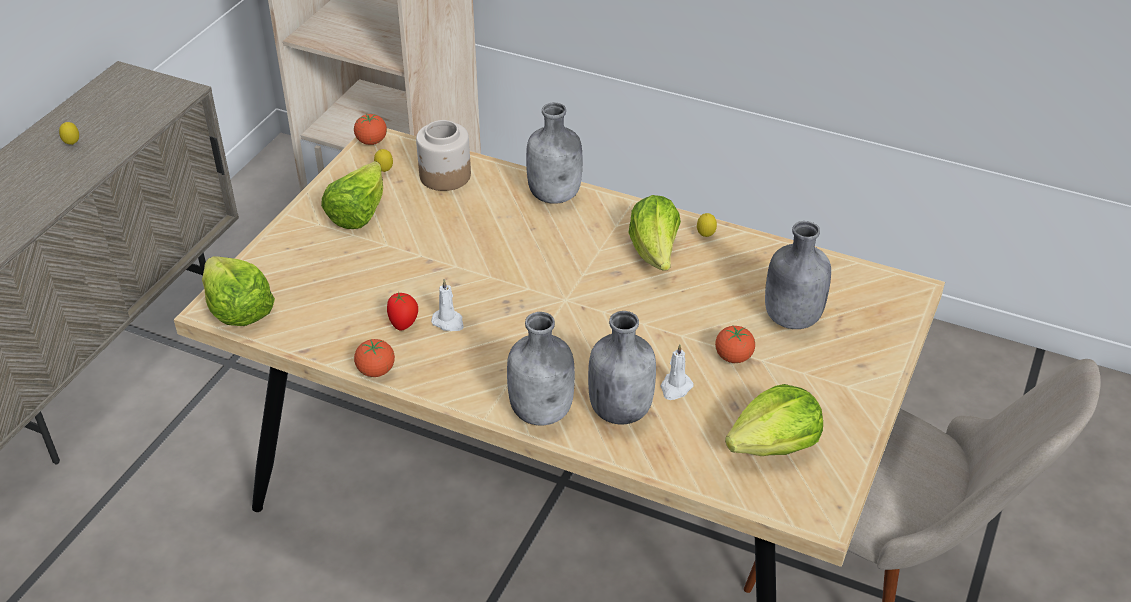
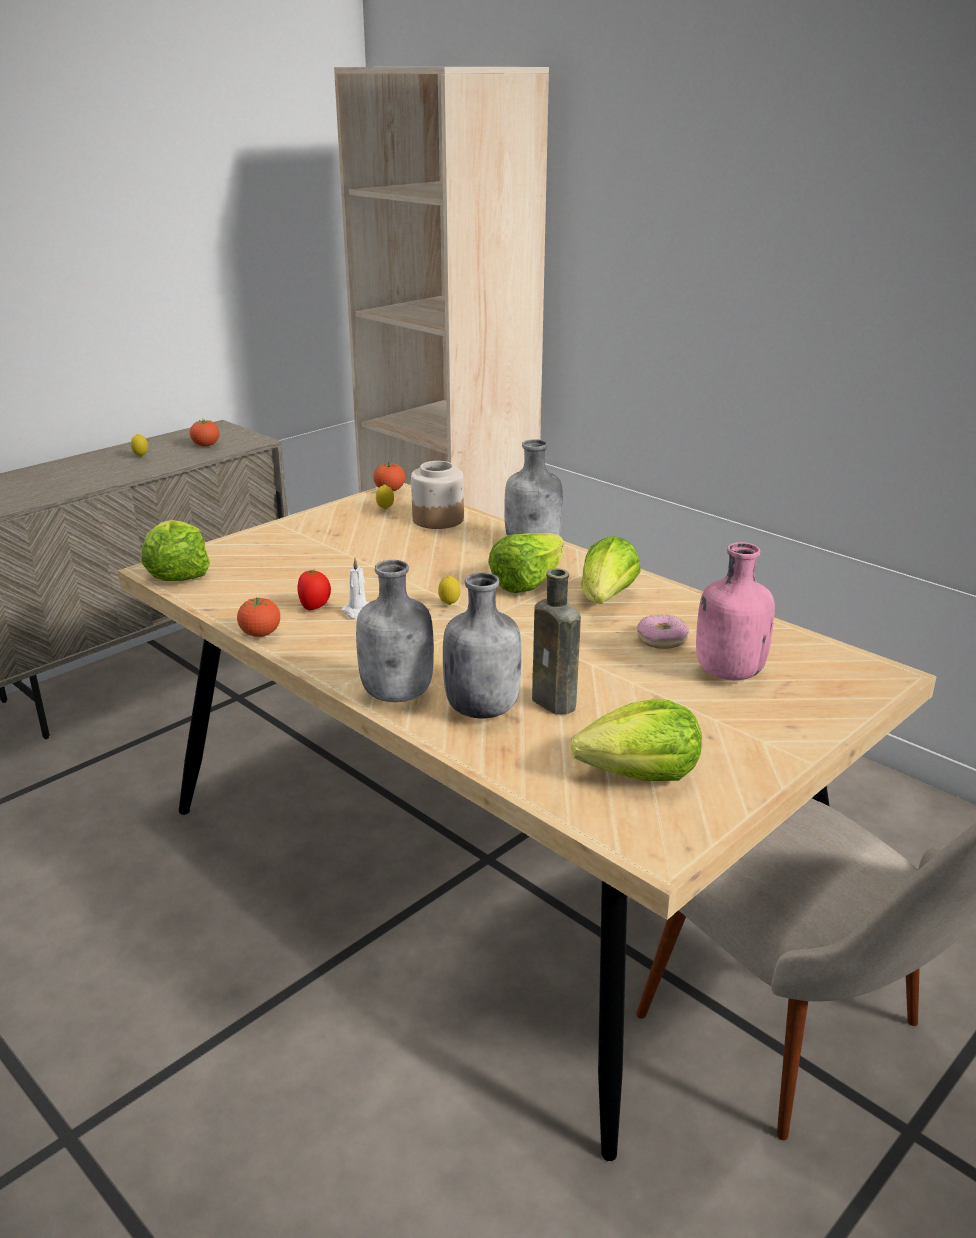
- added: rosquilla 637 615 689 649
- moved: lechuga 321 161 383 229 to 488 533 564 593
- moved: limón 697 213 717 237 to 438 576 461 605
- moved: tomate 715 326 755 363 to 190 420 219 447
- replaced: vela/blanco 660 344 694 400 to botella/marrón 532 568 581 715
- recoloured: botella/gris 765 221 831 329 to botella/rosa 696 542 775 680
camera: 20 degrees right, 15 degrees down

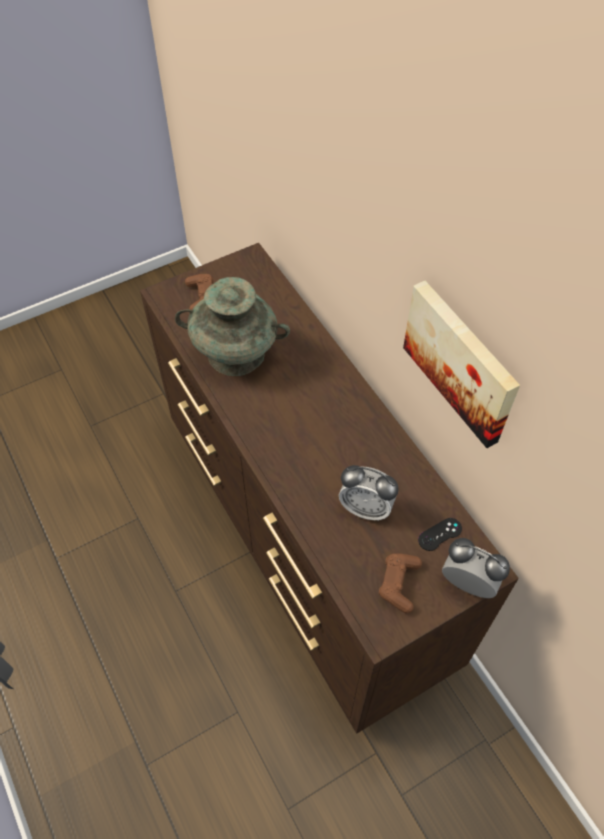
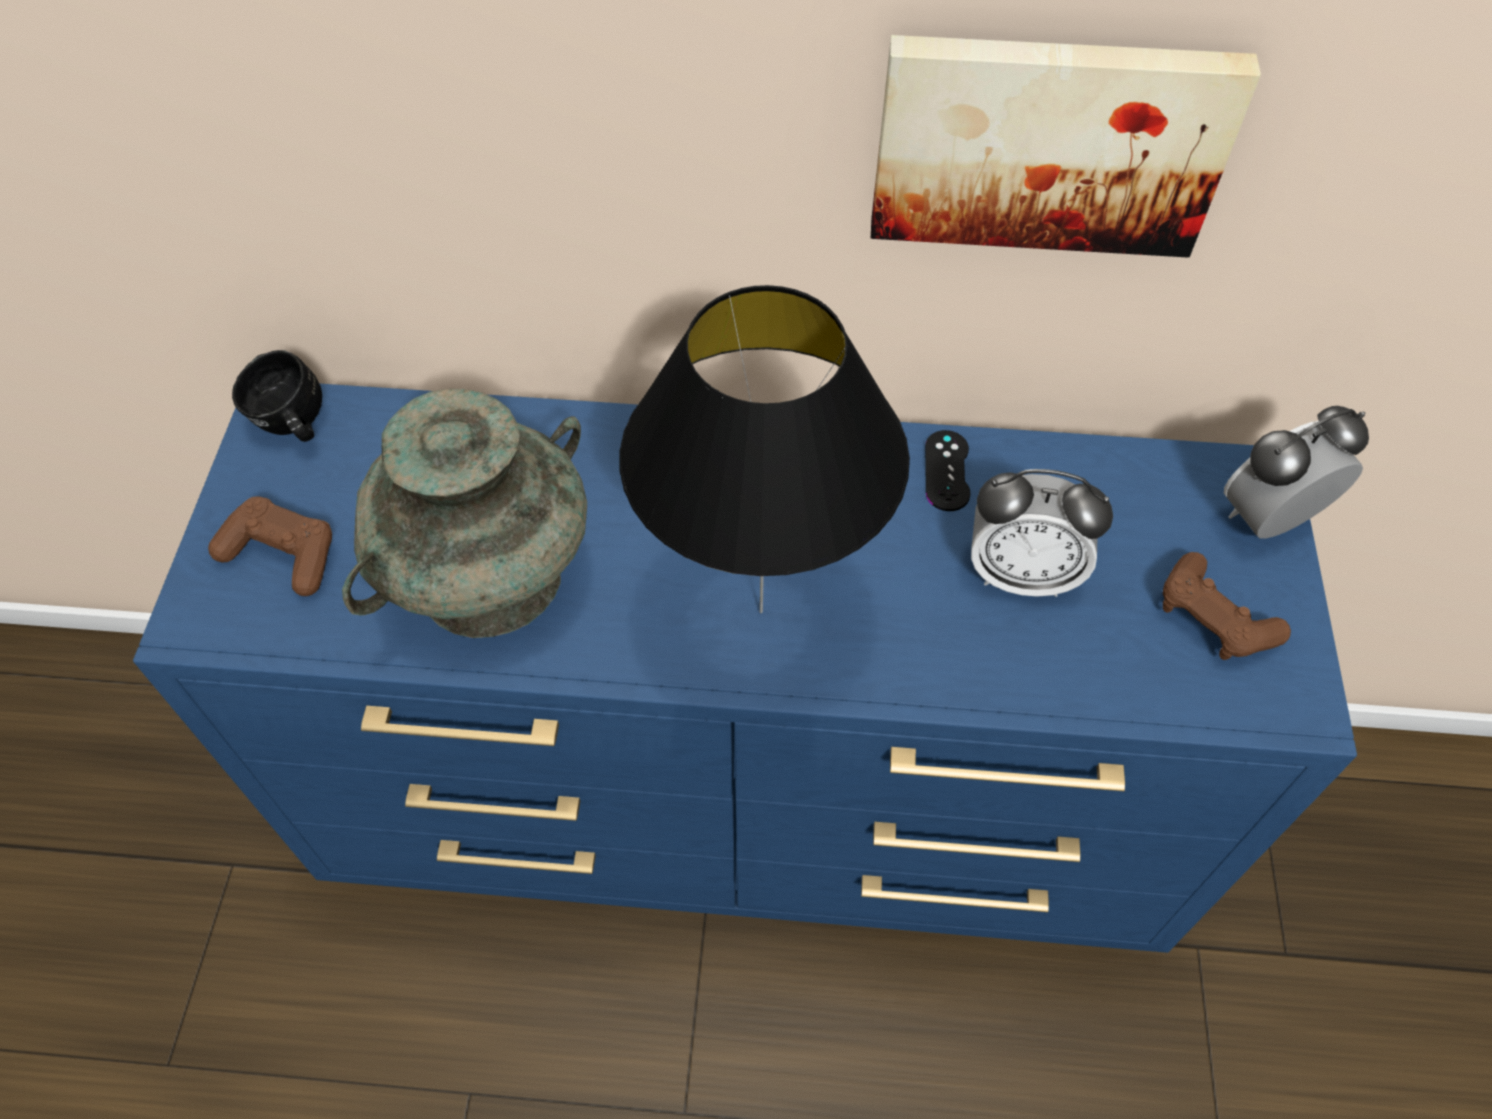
- added: taza grande/negro 232 350 322 442
- added: lámpara de mesa/negro 619 285 910 613
- moved: mando de consola/negro 418 518 462 551 to 925 430 970 511
- recoloured: cómoda/marrón 140 243 519 733 to cómoda/azul 133 383 1357 953
- turned: despertador 339 465 399 521 = 971 469 1113 597 45 degrees clockwise
camera: 55 degrees left, 0 degrees up

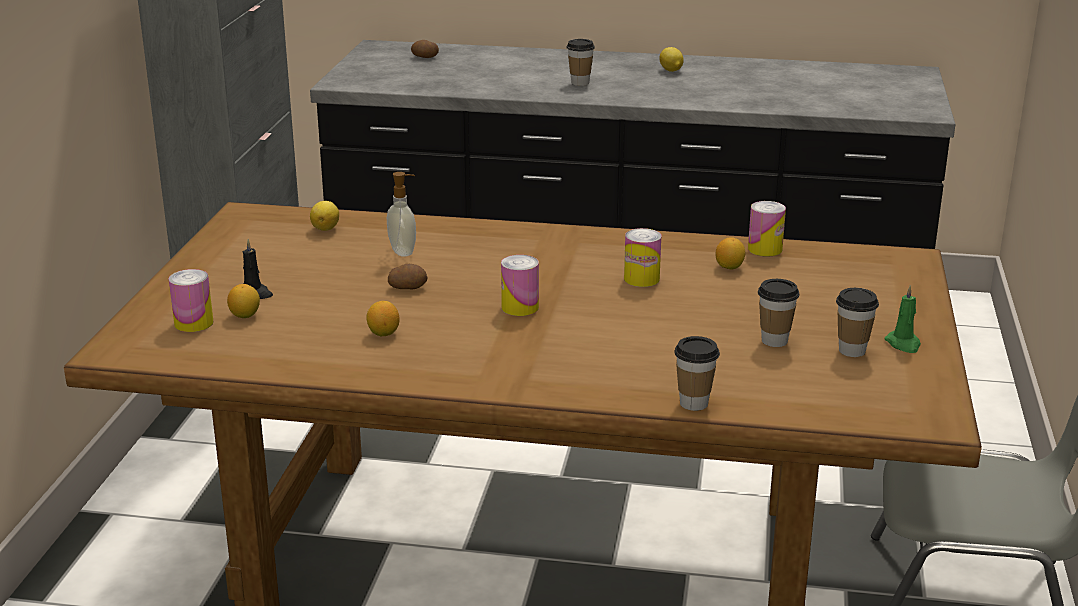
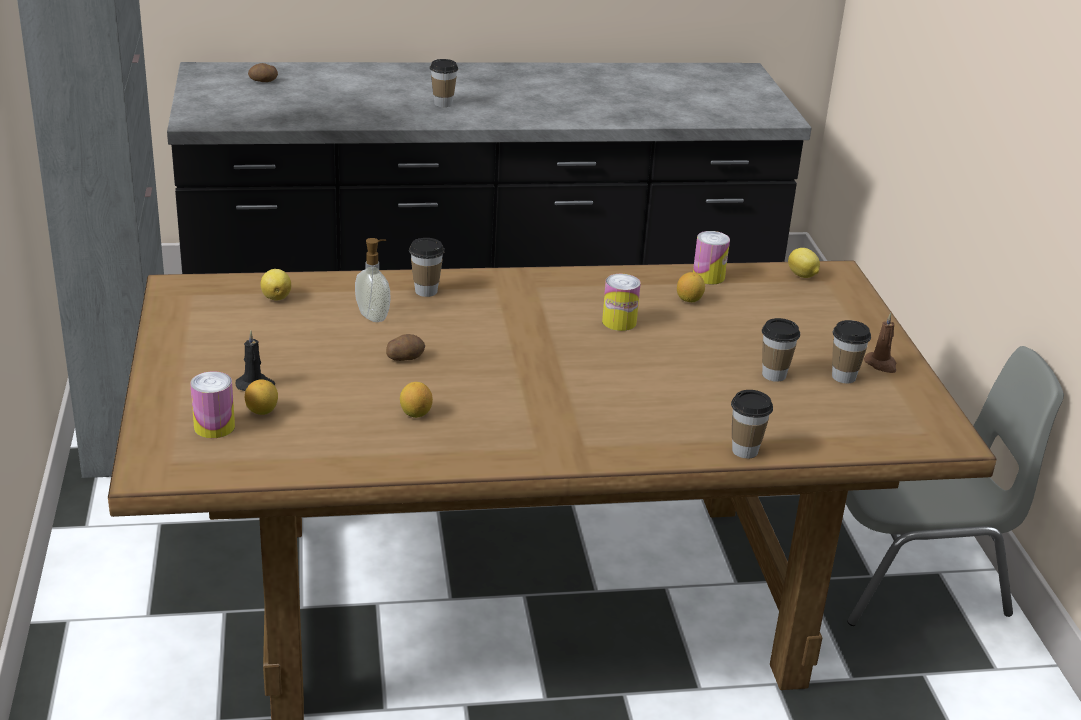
- removed: lata 501 255 539 316
- added: taza 409 238 445 297
- moved: limón 660 47 684 72 to 788 248 820 278
- recoloured: vela/verde 884 285 921 353 to vela/marrón 864 313 896 373
camera: 20 degrees left, 5 degrees up

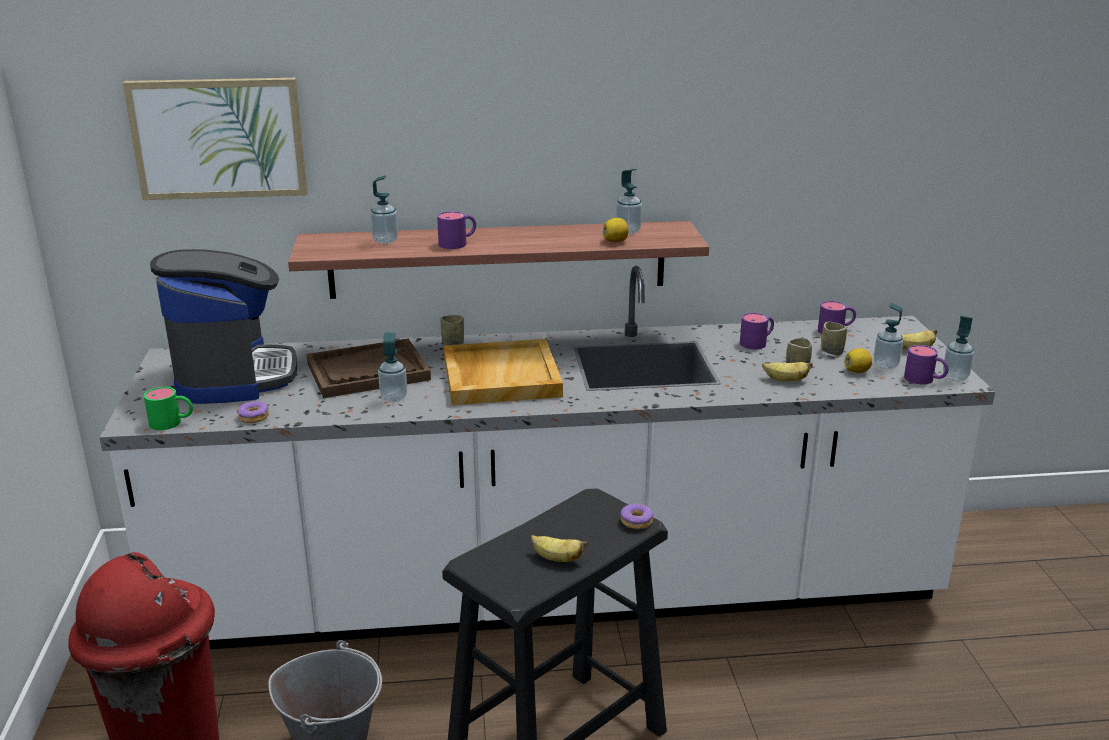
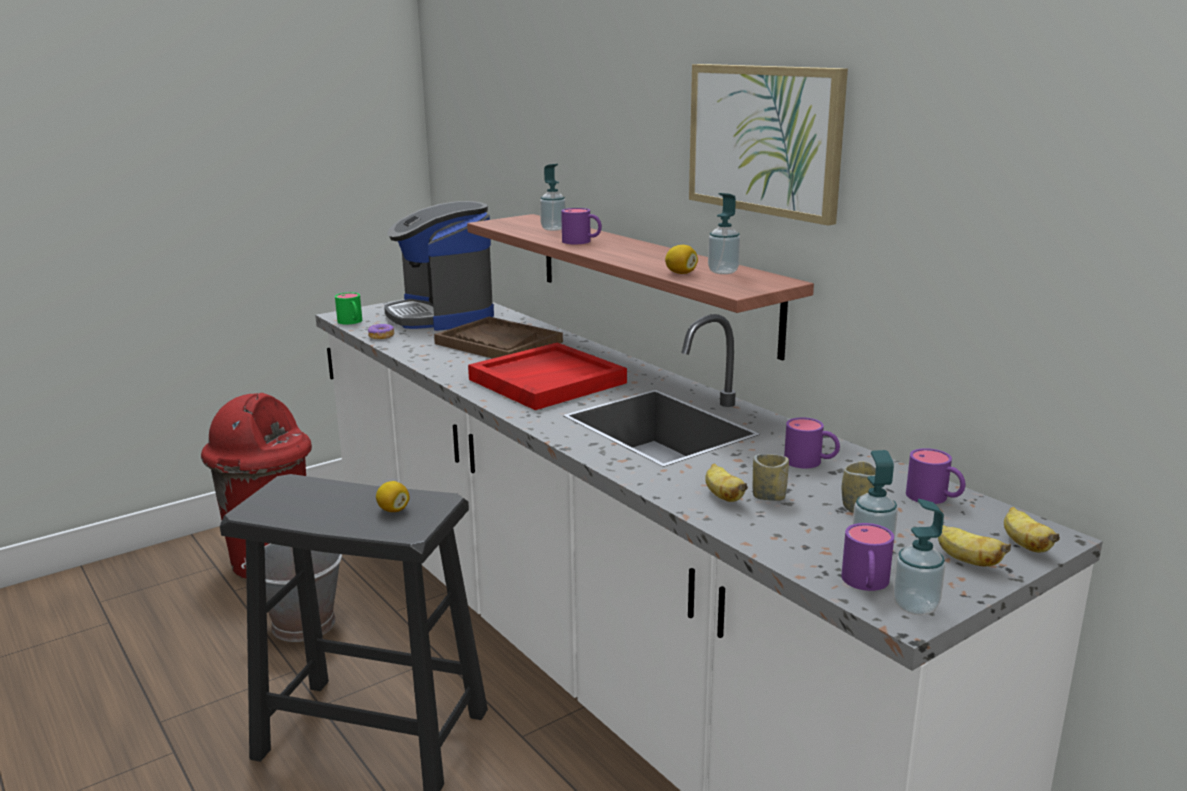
- removed: dispensador de jabón 378 332 407 402
- removed: taza 440 315 464 345
- removed: rosquilla 620 504 654 529
- moved: cuadro 123 78 308 200 to 689 64 848 226
- moved: plátano 531 535 587 562 to 1004 507 1060 553
- moved: limón 845 348 872 373 to 376 481 410 512
- recoloured: bandeja/beis 444 339 563 405 to bandeja/rojo 468 343 627 410
- turned: cafetera 150 249 297 404 = 384 201 494 331 105 degrees clockwise
camera: 60 degrees right, 5 degrees down

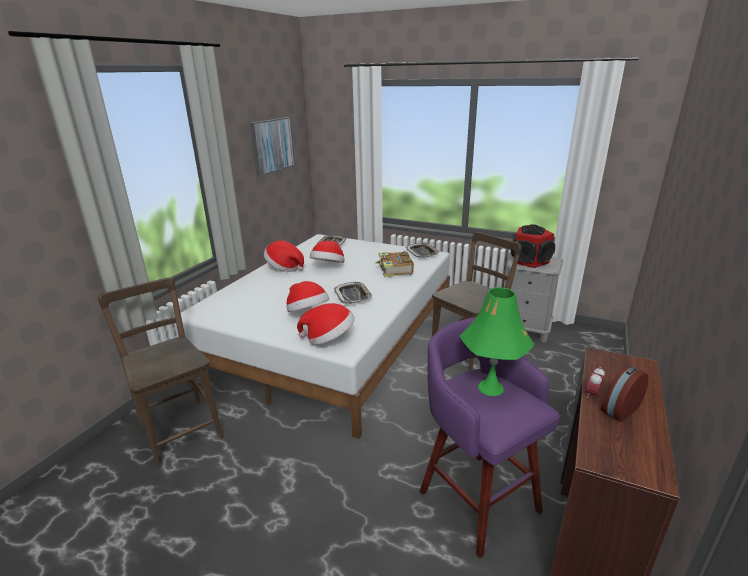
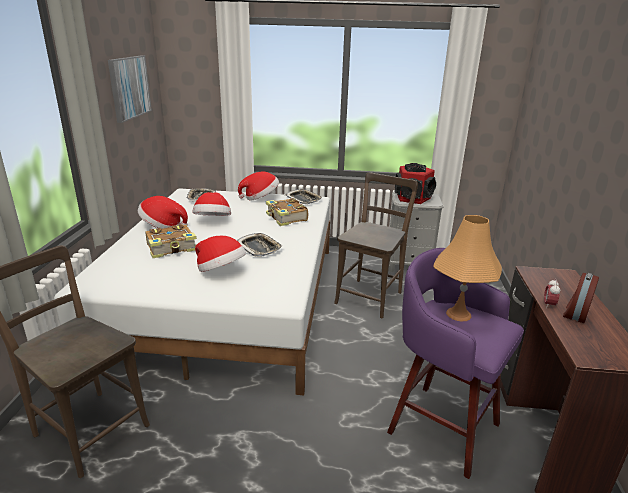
- added: libro 145 224 197 258
- moved: sombrero 297 303 355 345 to 238 172 279 201
- recoloured: lámpara de mesa/verde 460 287 534 396 to lámpara de mesa/naranja 434 215 502 321
camera: 20 degrees left, 0 degrees up

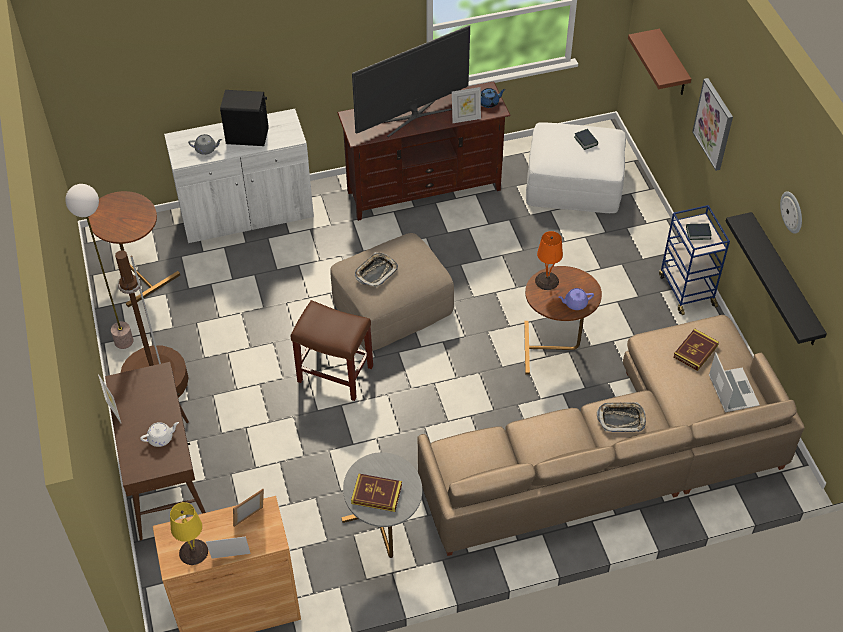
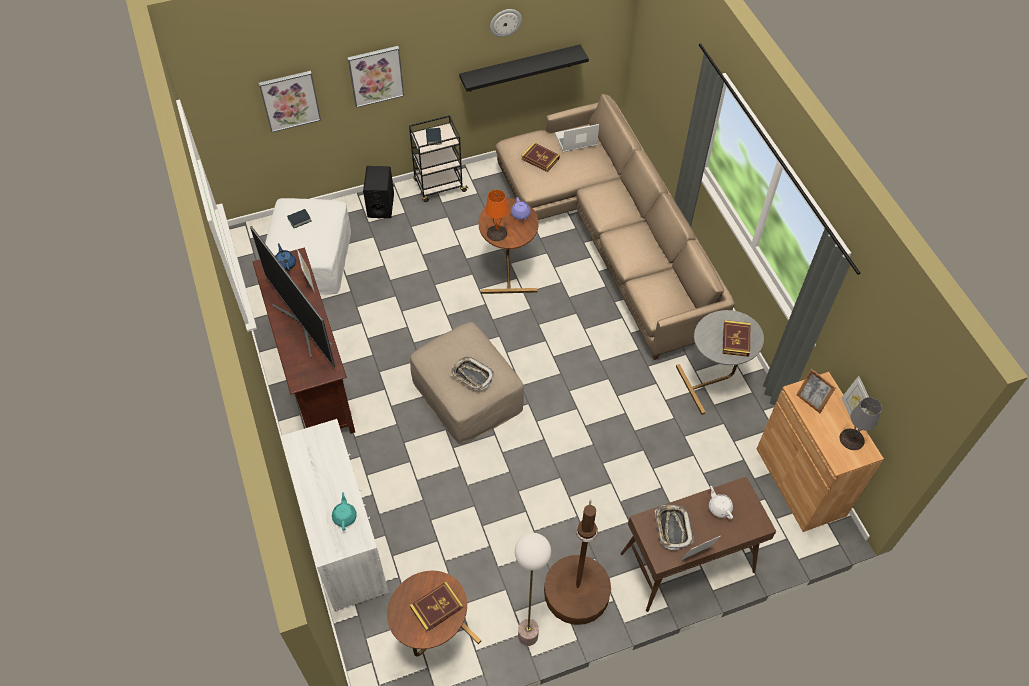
- removed: taburete/marrón 291 300 373 401
- added: libro 410 582 463 632
- moved: altavoz/negro 220 90 269 146 to 363 166 394 218
- moved: bandeja 597 402 646 432 to 655 505 693 550
- replaced: estante/marrón 628 29 691 95 to cuadro 259 71 321 133
- recoloured: lámpara de mesa/amarillo 170 502 208 565 to lámpara de mesa/gris 840 397 882 450
- recoloured: tetera/gris 188 134 223 155 to tetera/turquesa 332 492 357 530
- recoloured: carrito/azul 659 205 730 315 to carrito/negro 409 115 469 202
camera: 95 degrees left, 5 degrees up

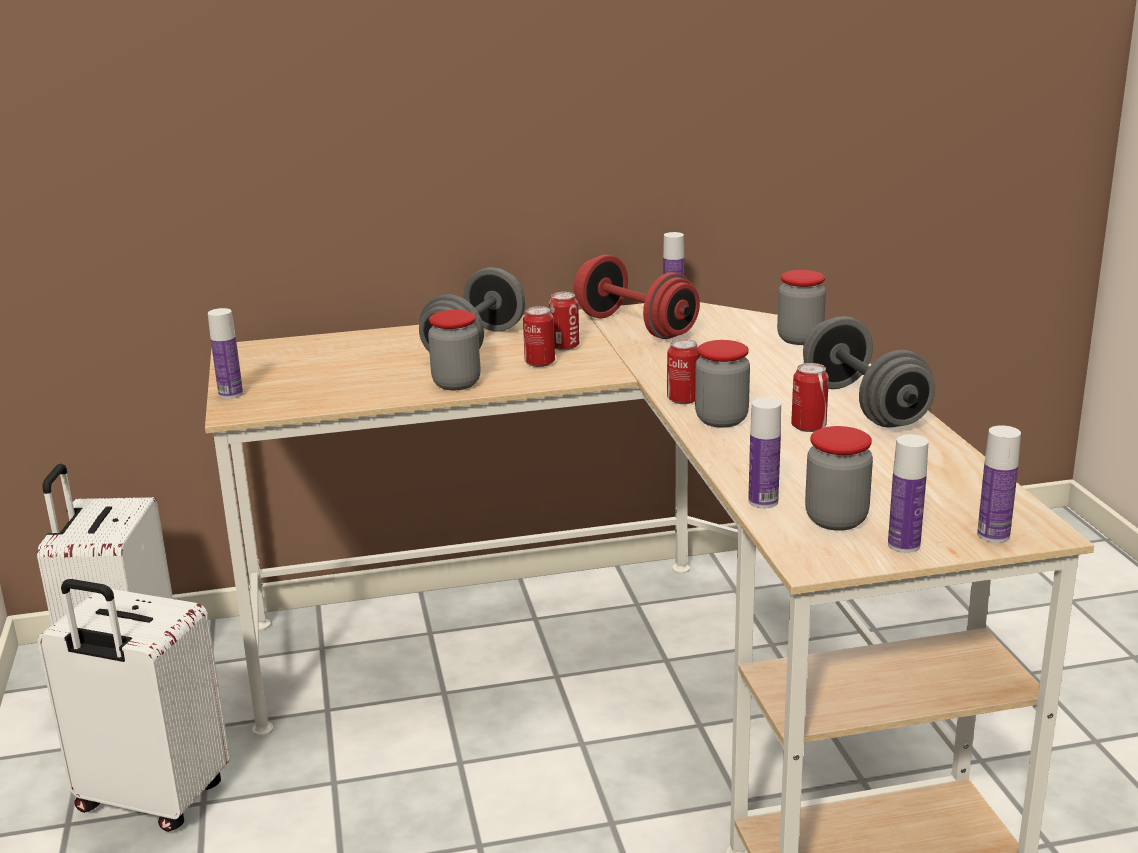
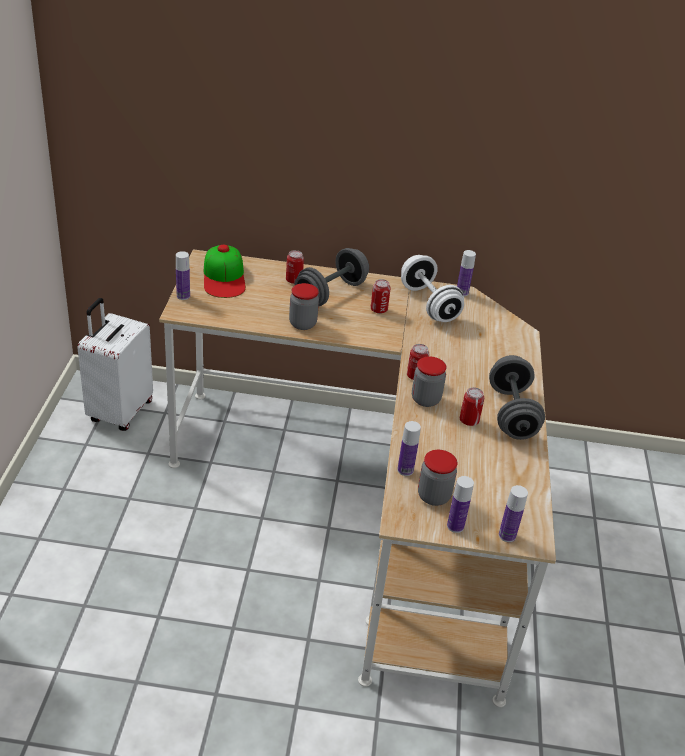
- removed: maleta/blanco 38 579 230 832
- removed: tarro 777 270 826 345
- added: gorra 204 245 246 298
- moved: lata 523 306 555 367 to 286 250 304 284
- recoloured: mancuerna/rojo 574 254 700 339 to mancuerna/blanco 401 255 464 322
camera: 15 degrees right, 15 degrees up

